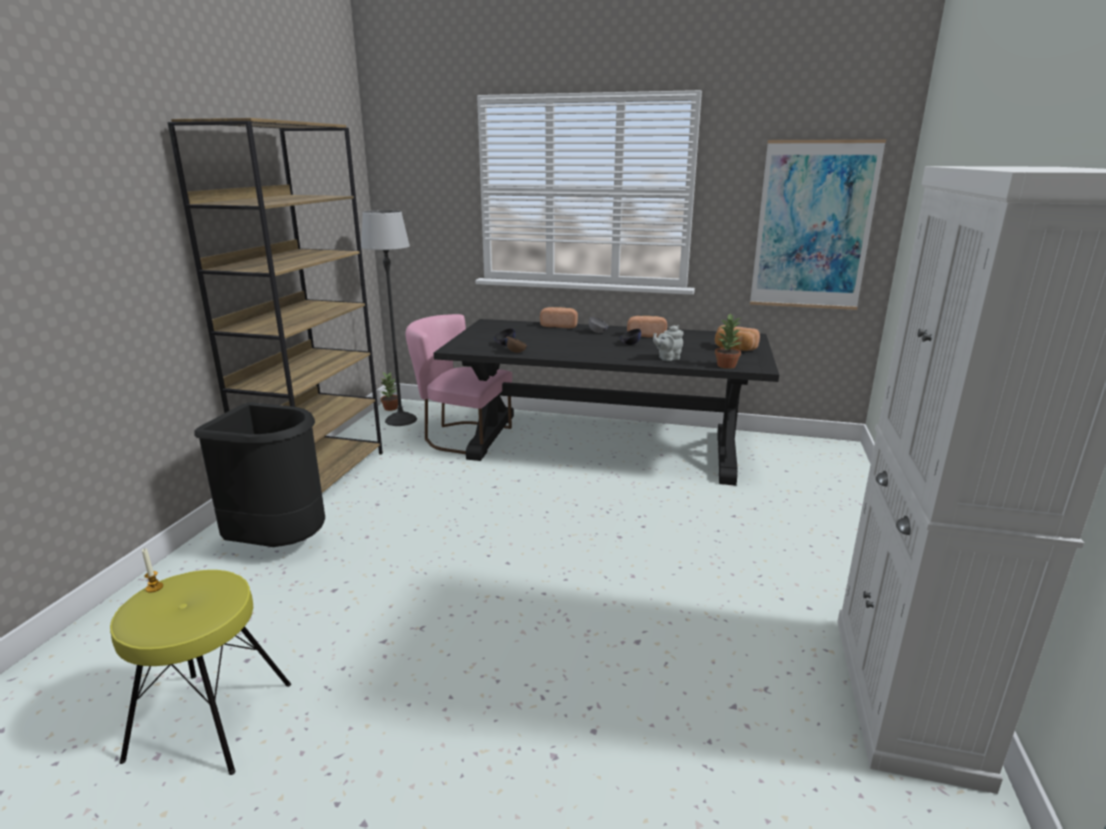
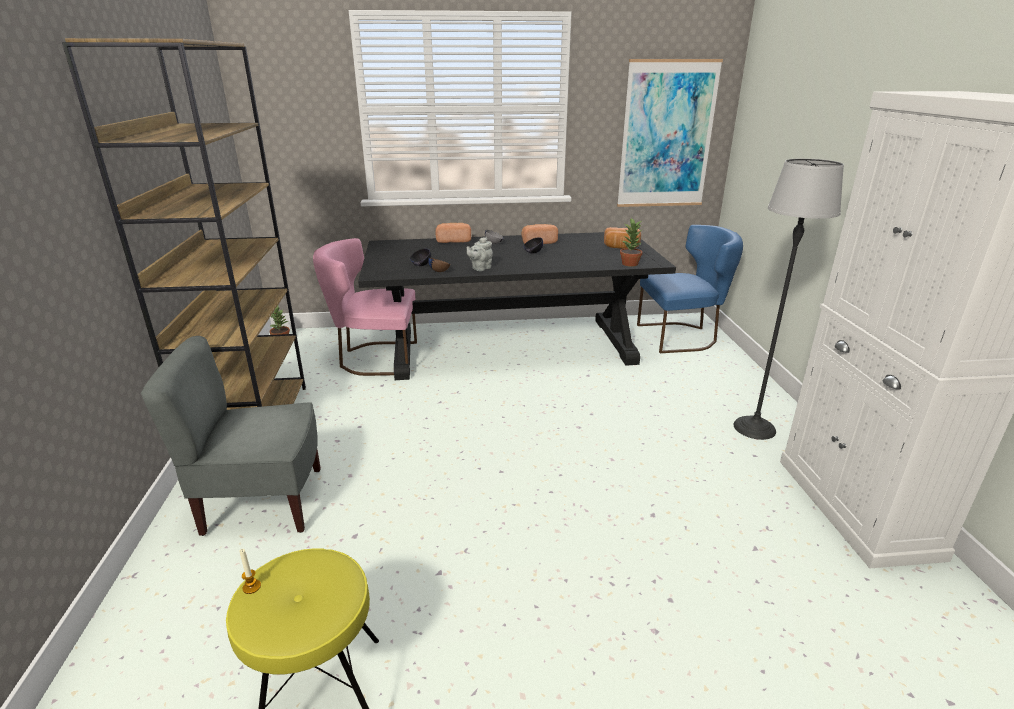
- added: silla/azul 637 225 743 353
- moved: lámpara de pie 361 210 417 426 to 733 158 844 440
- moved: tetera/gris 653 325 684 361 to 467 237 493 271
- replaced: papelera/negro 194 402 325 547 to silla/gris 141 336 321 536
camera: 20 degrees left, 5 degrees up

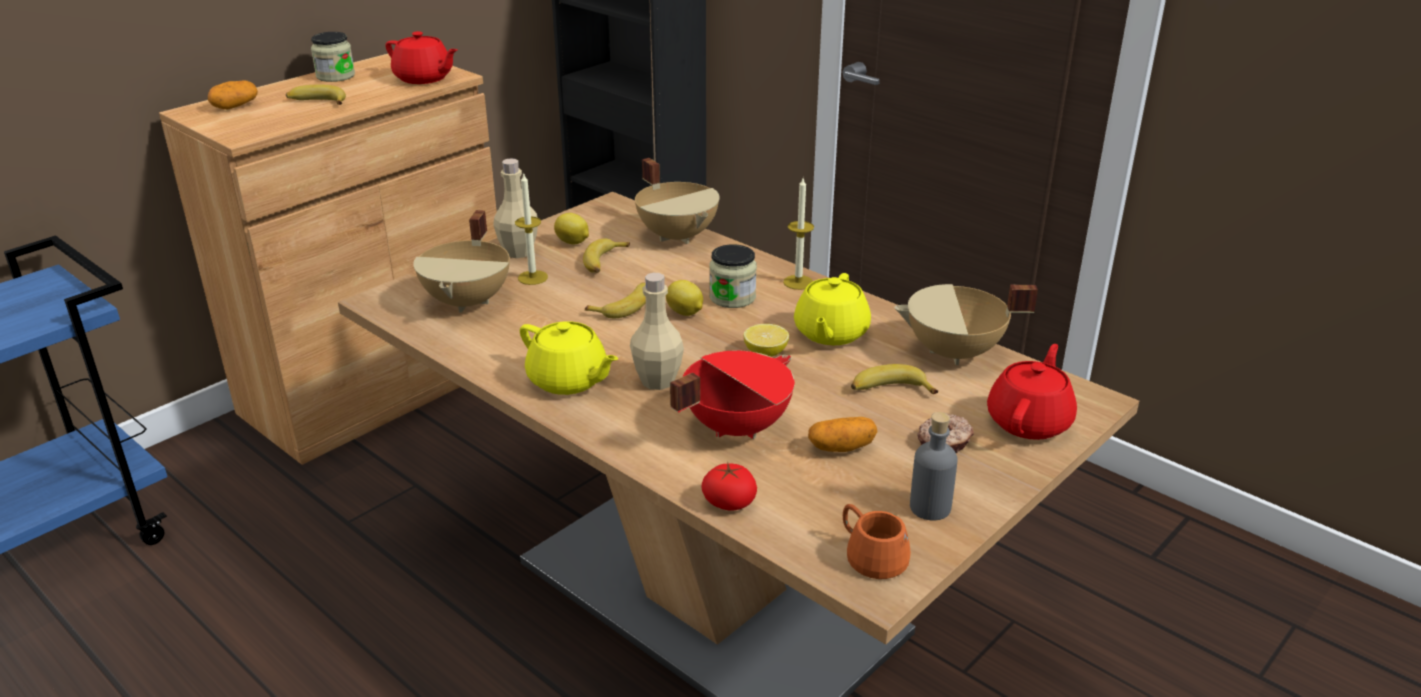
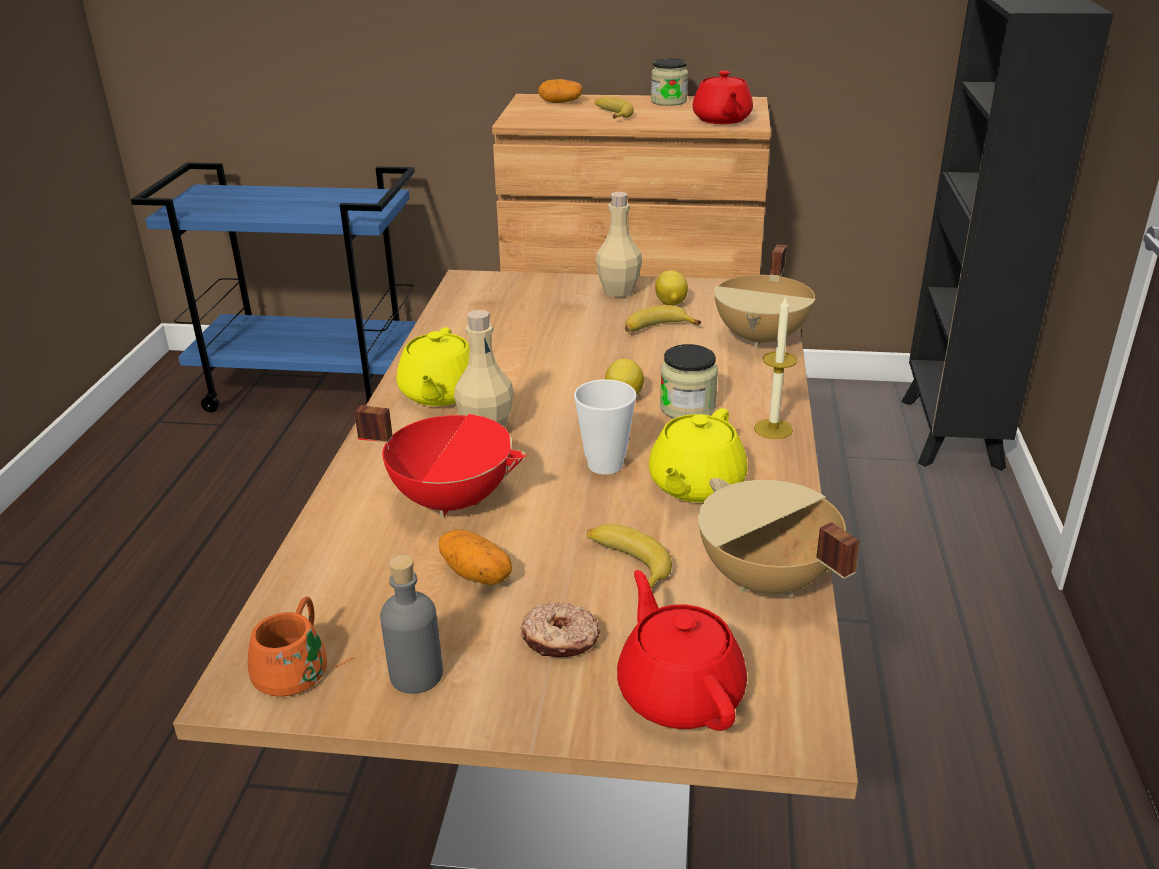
- removed: olla/beis 413 210 510 313
- removed: vela 515 172 548 285
- removed: plátano 585 282 646 318
- removed: tomate 701 462 757 511
- replaced: limón 744 324 789 357 to taza 574 379 637 475
- turned: tetera/amarillo 794 273 871 345 = 649 408 748 503 45 degrees counterclockwise
- turned: tetera/rojo 987 344 1077 440 = 617 570 747 731 105 degrees counterclockwise
camera: 55 degrees right, 0 degrees up

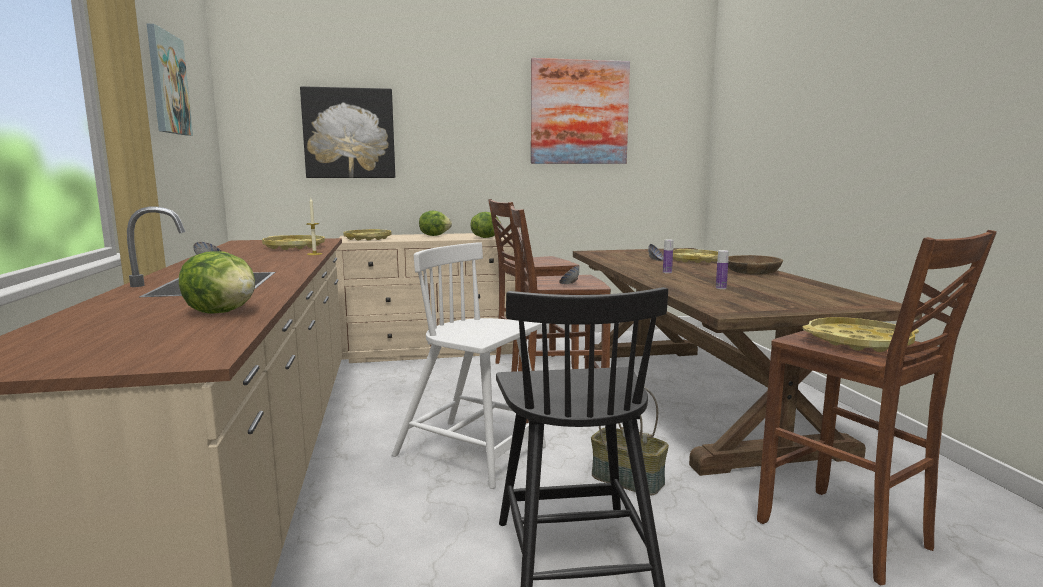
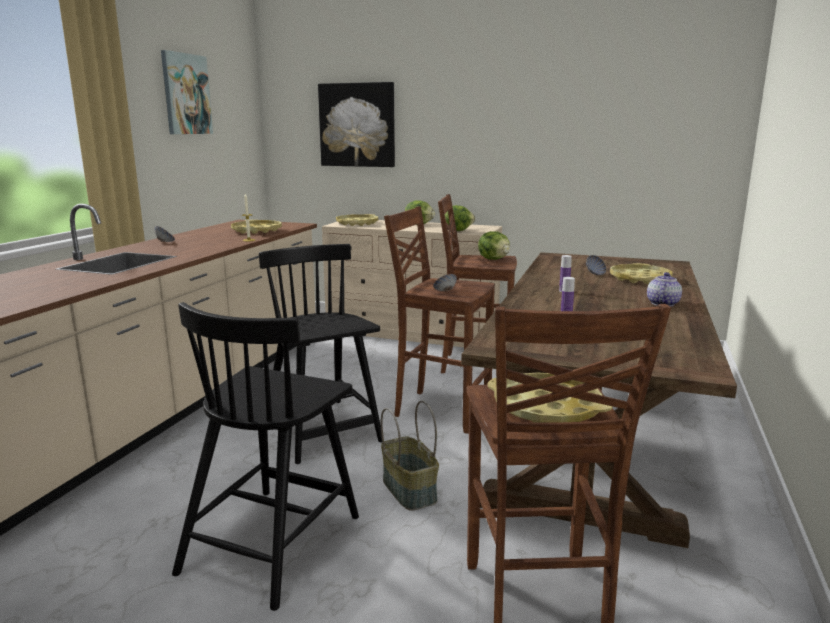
- removed: cuadro 531 58 630 164
- moved: lechuga 179 251 255 314 to 478 231 510 260
- replaced: cuenco/marrón 728 255 783 275 to tetera 647 272 682 306
- recoloured: silla/blanco 392 242 546 489 to silla/negro 259 244 382 464
camera: 30 degrees right, 5 degrees up

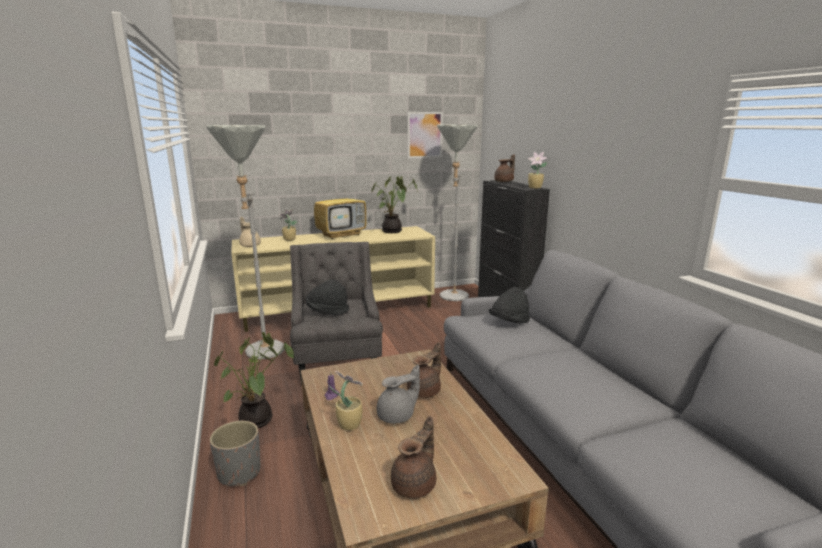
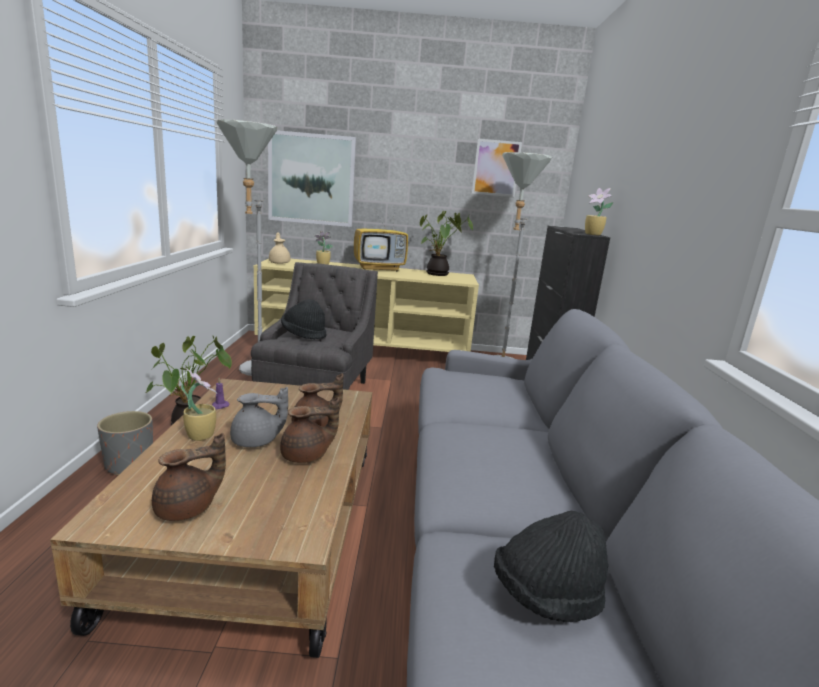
- added: cuadro 268 130 356 227
- moved: sombrero/negro 489 287 530 324 to 494 511 608 622
- moved: tetera/marrón 494 154 515 182 to 280 397 339 463
camera: 20 degrees right, 0 degrees up

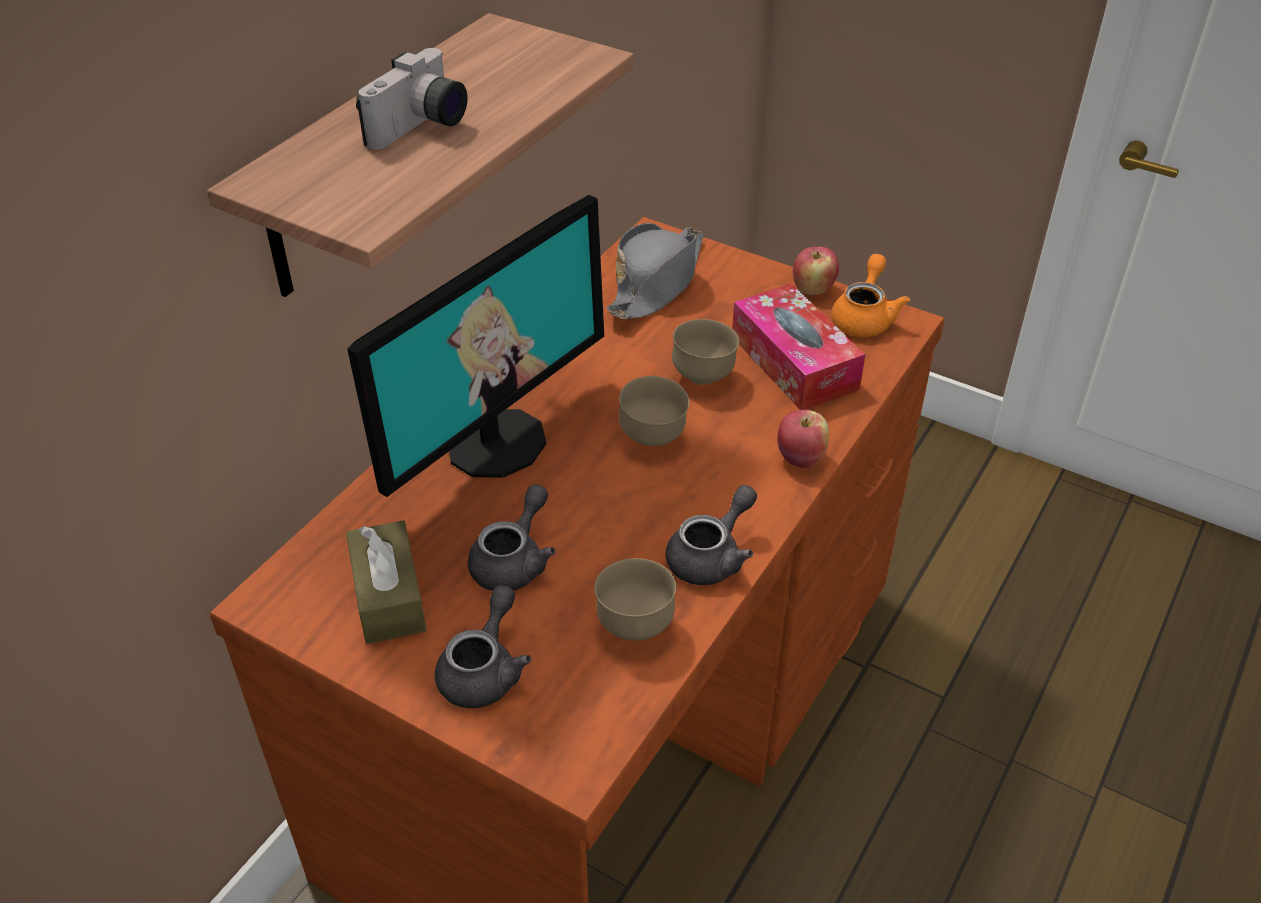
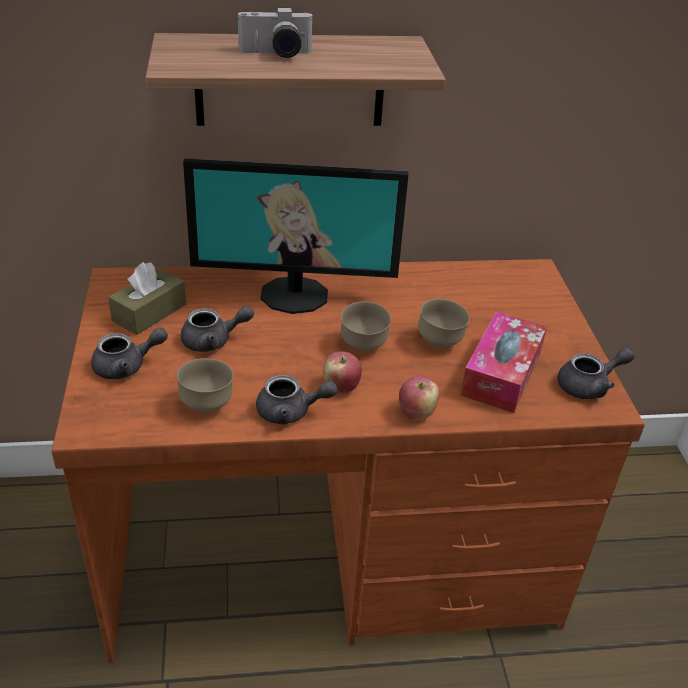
- removed: sombrero/gris 607 223 704 319
- moved: manzana 793 247 839 295 to 323 351 362 394
- recoloured: tetera/naranja 831 254 910 337 to tetera/gris 557 347 635 399
camera: 50 degrees right, 5 degrees down

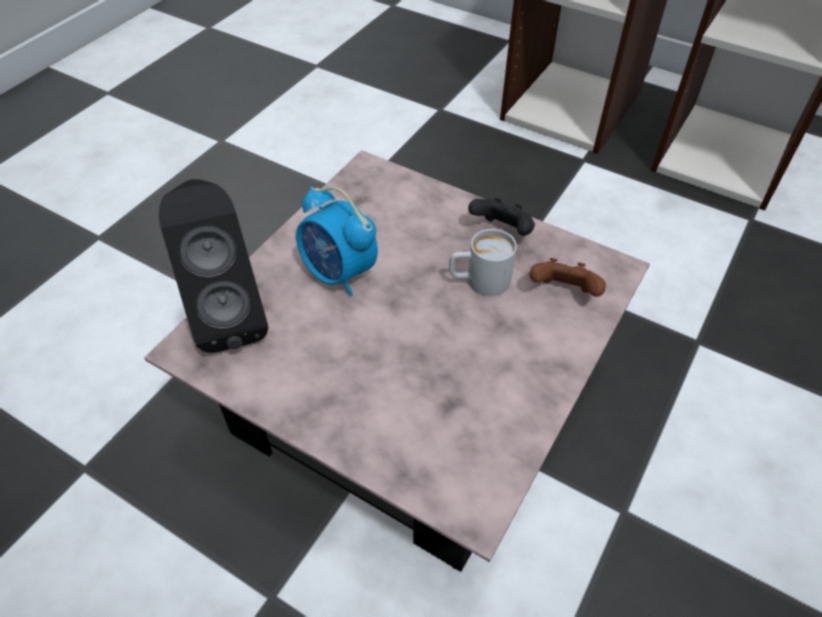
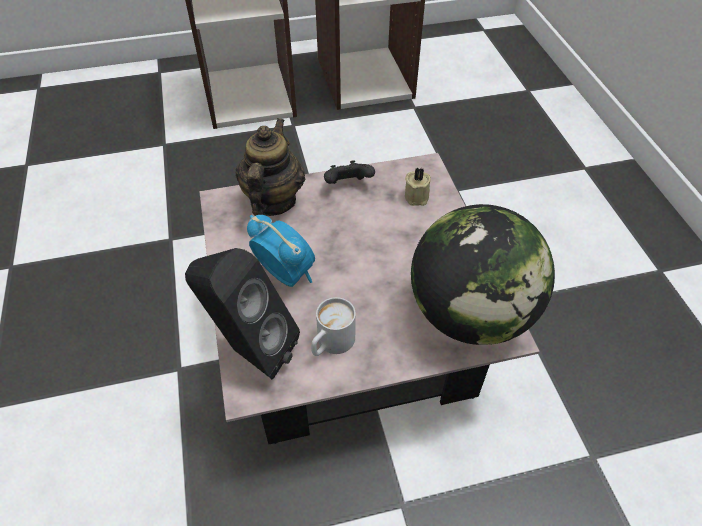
- added: tetera 236 118 305 216
- added: globo terráqueo 411 204 555 345
- moved: taza grande/blanco 449 229 517 296 to 311 297 356 356
- replaced: mando de consola/marrón 530 258 606 297 to vela/beis 405 167 431 206
- turned: despertador 296 186 378 296 = 247 215 315 287 135 degrees counterclockwise
camera: 45 degrees left, 0 degrees up

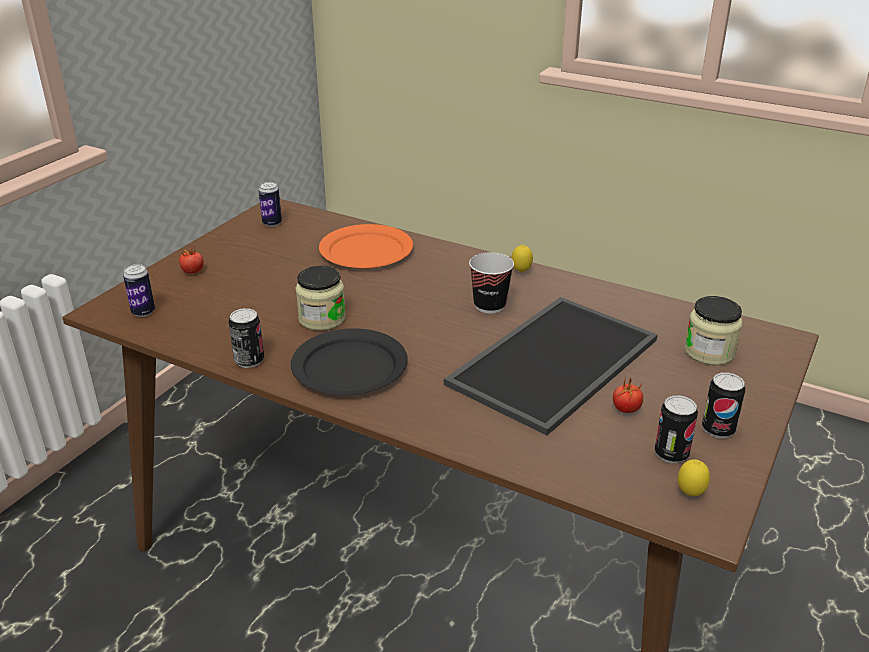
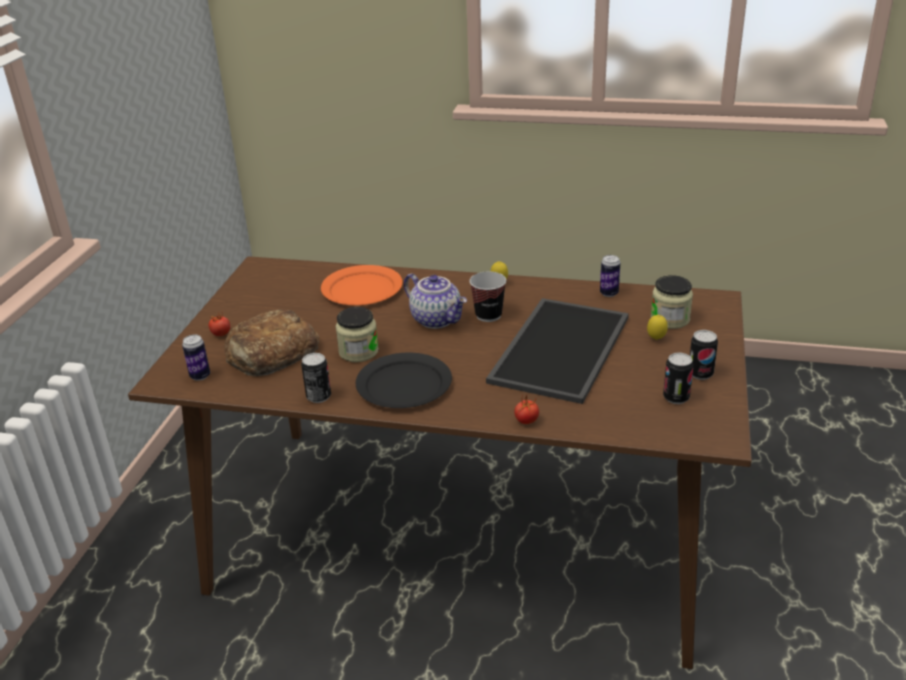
- added: pan 224 309 320 377
- added: tetera 404 273 467 329
- moved: lata 258 182 282 227 to 600 255 620 297
- moved: tomate 613 378 643 413 to 514 394 539 424
- moved: limón 678 459 710 496 to 647 315 668 340
camera: 15 degrees left, 0 degrees up

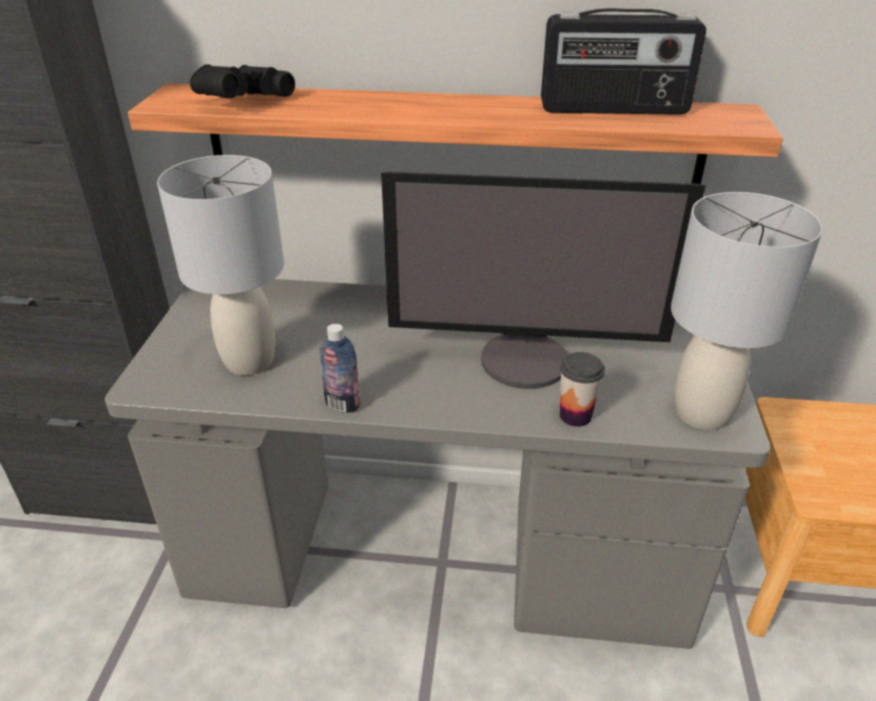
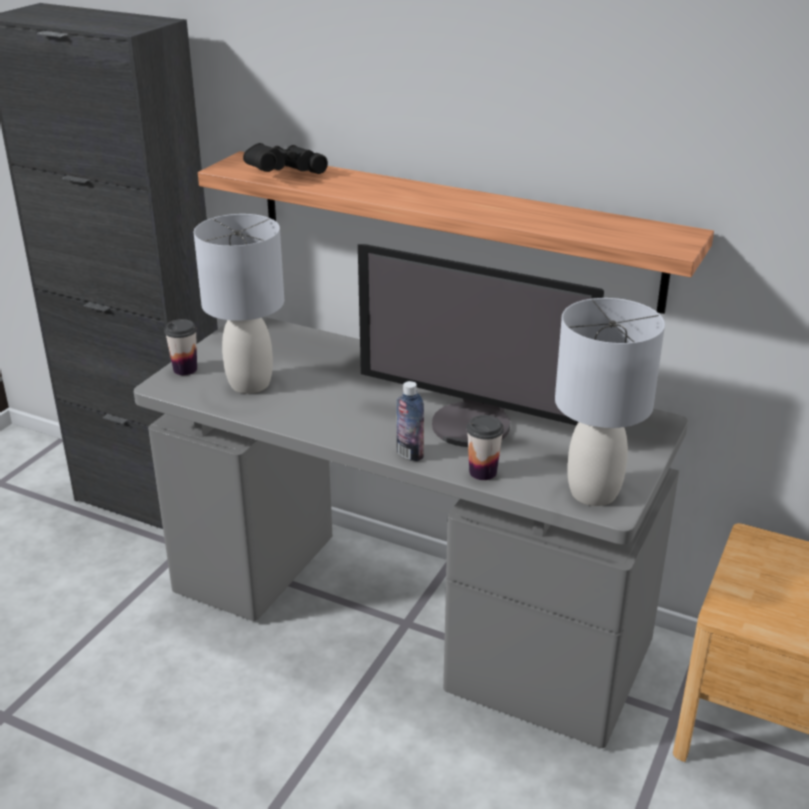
- removed: radio 541 8 706 115
- added: taza 164 319 197 375
- moved: botella 319 324 360 413 to 396 381 424 461
camera: 20 degrees right, 5 degrees down

